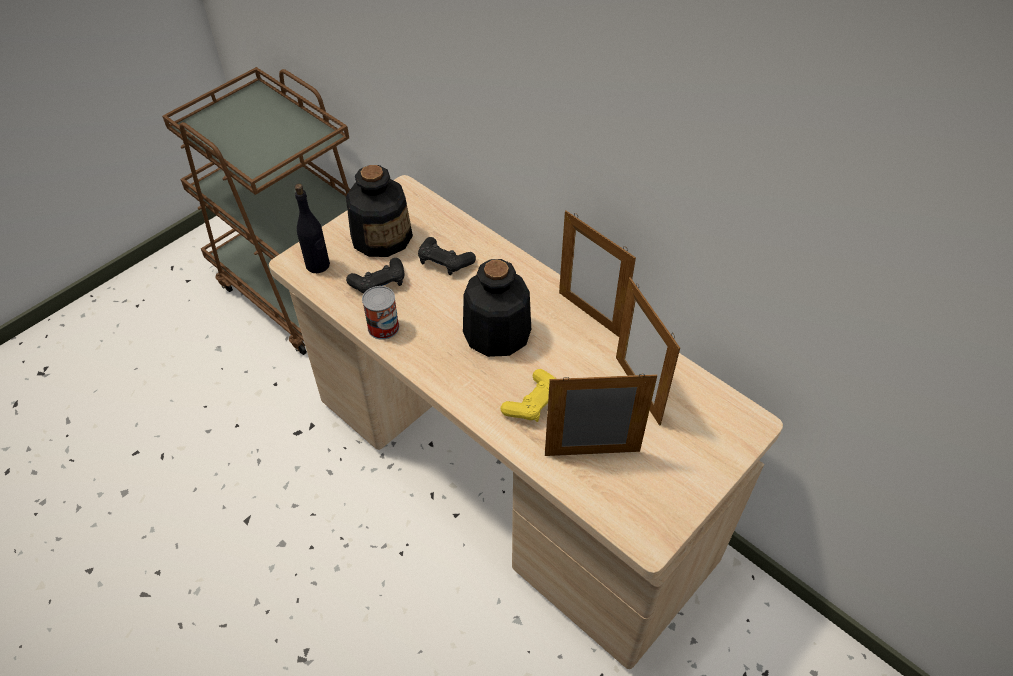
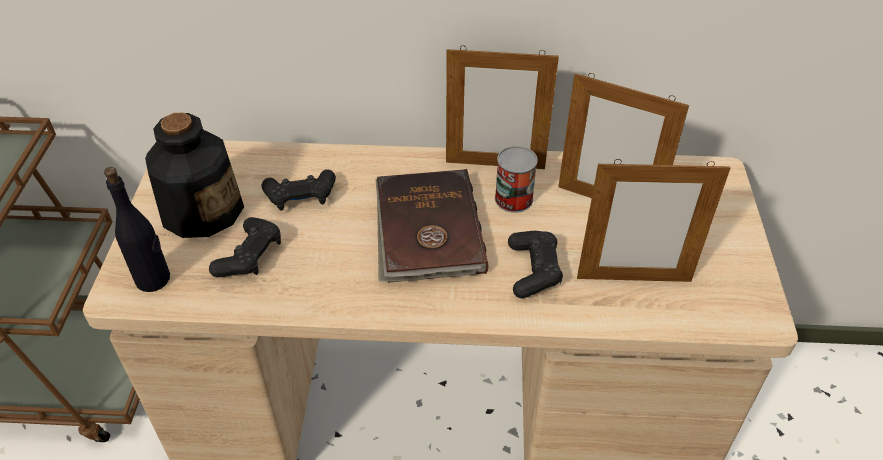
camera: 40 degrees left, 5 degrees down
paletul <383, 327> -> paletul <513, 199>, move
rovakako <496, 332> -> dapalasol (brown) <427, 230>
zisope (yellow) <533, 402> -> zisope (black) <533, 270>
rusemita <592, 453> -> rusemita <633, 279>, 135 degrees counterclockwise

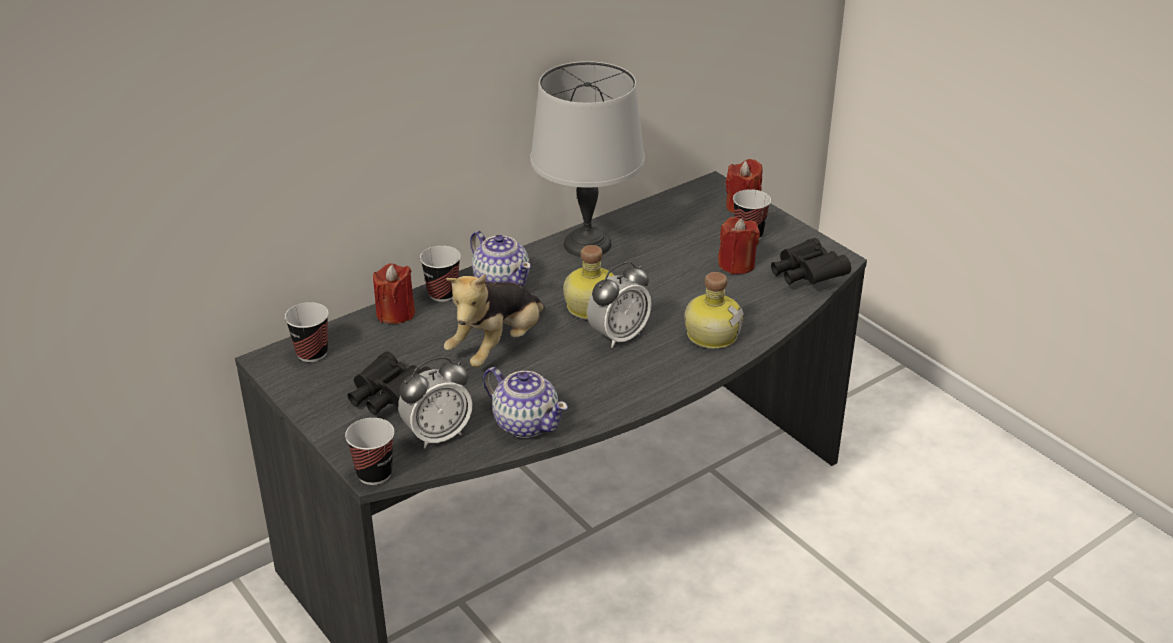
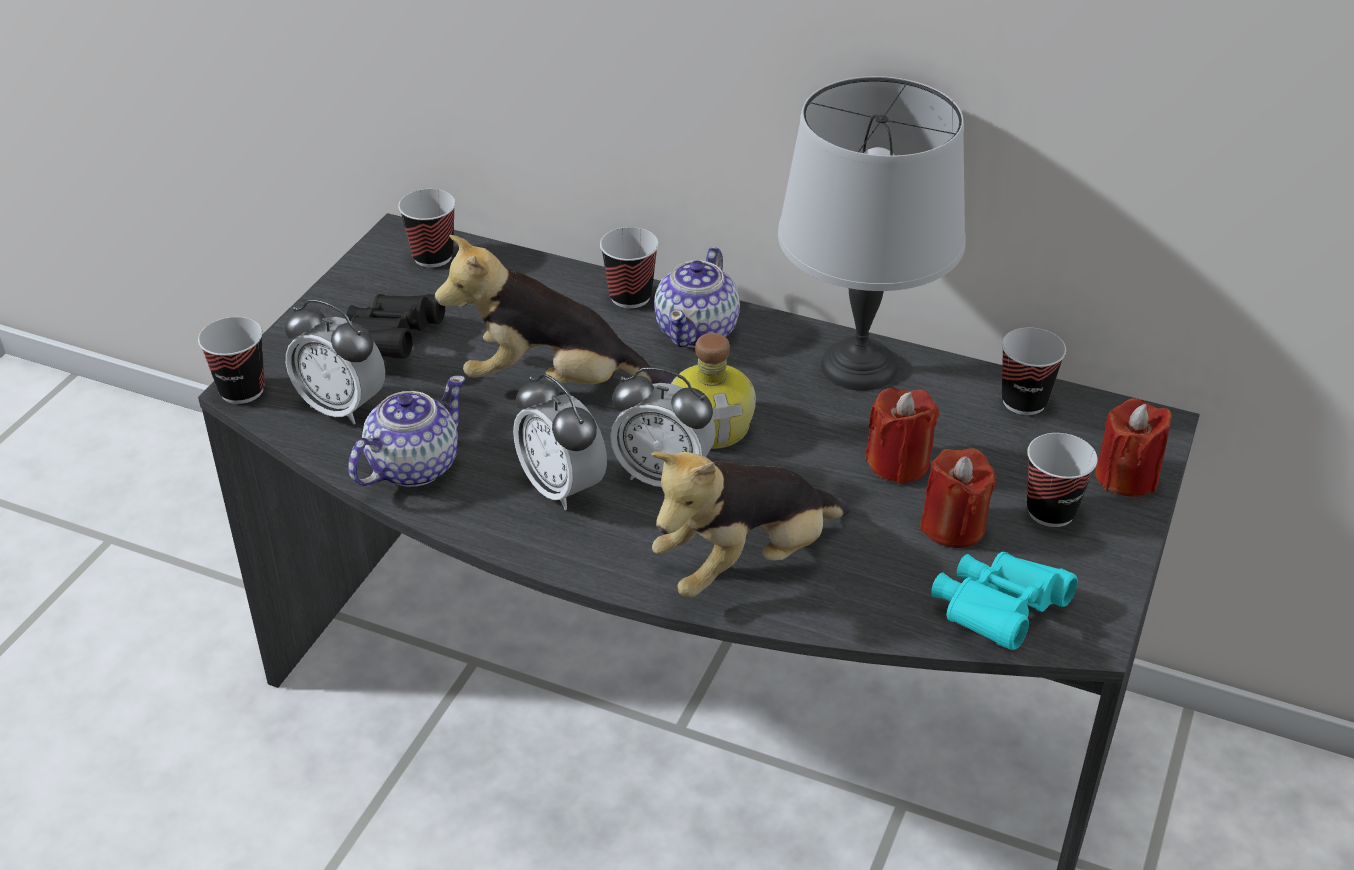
camera: 60 degrees right, 5 degrees up
none -> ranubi <562, 488>
none -> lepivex <1024, 401>
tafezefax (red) <395, 313> -> tafezefax (red) <898, 463>, move
rovakako <711, 334> -> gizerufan <745, 563>
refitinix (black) <806, 276> -> refitinix (turquoise) <997, 614>
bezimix <525, 423> -> bezimix <412, 466>, 150 degrees counterclockwise

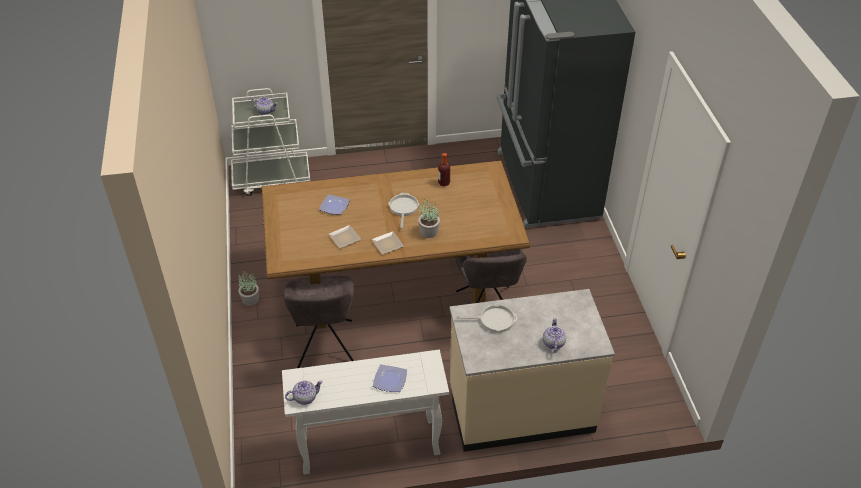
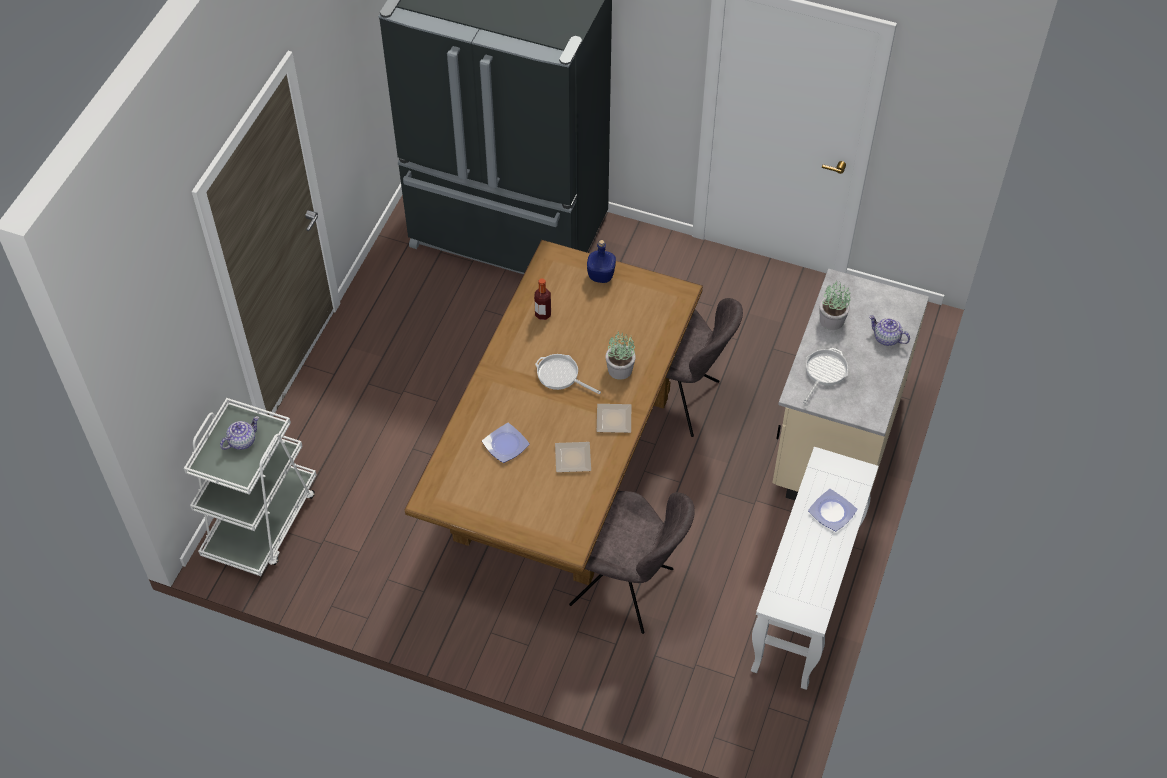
camera: 60 degrees left, 10 degrees up
bezimix <305, 397> -> none
none -> rovakako (blue) <601, 275>
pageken <250, 299> -> pageken <831, 320>, move

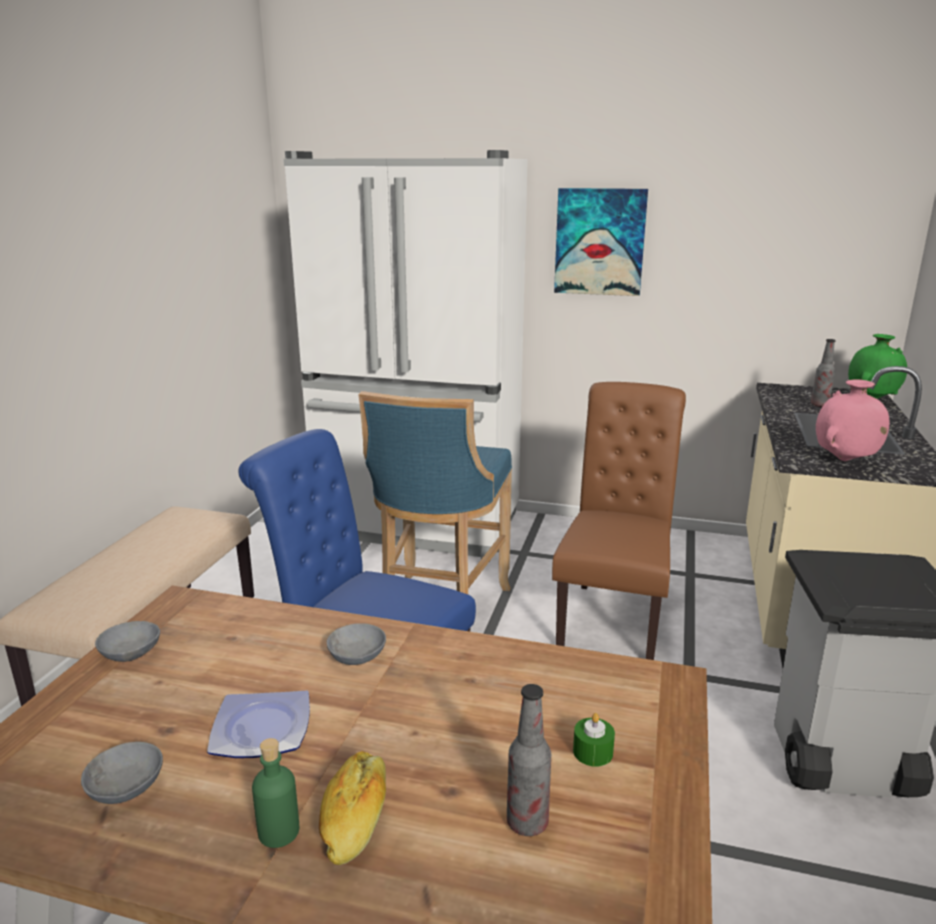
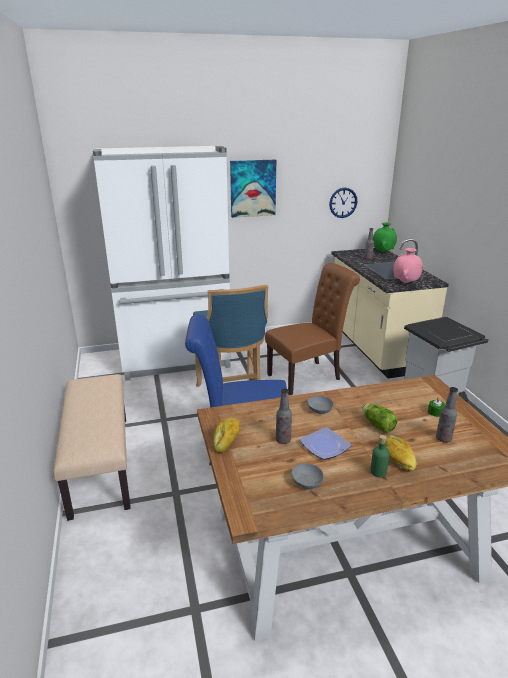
camera: 30 degrees left, 5 degrees up
none -> rovakako <283, 440>
none -> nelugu <343, 202>
none -> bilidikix <377, 424>
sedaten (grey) <131, 651> -> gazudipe <227, 440>
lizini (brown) <613, 616> -> lizini (brown) <308, 376>, 75 degrees clockwise

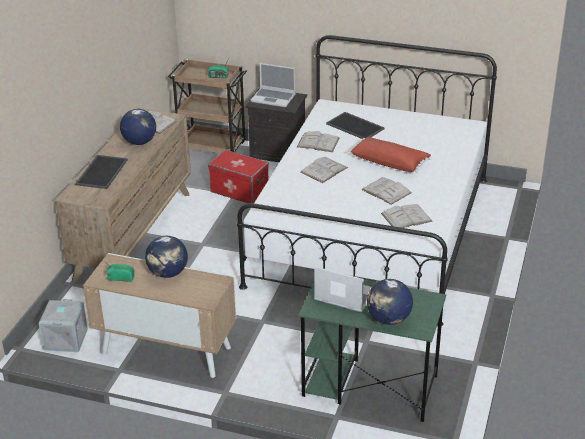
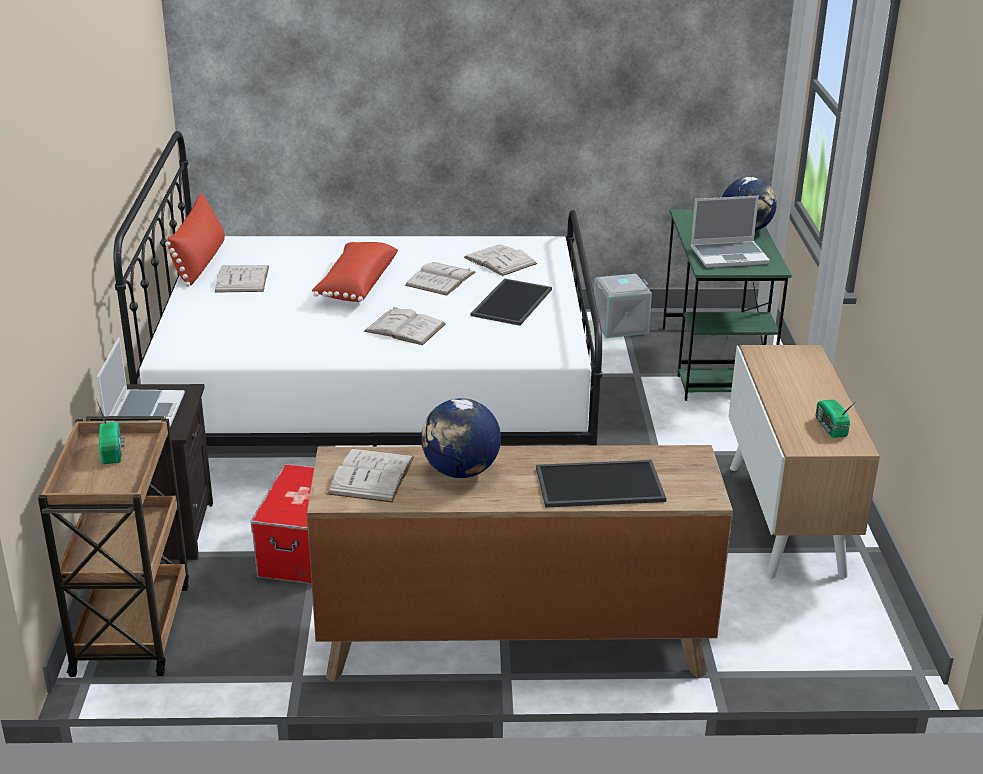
camera: 110 degrees left, 5 degrees down
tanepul <168, 273> -> none
none -> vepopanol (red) <200, 262>
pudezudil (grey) <65, 339> -> pudezudil (grey) <620, 326>, move
dapalasol (white) <318, 142> -> dapalasol (white) <242, 279>, move
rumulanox <356, 126> -> rumulanox <511, 302>, move
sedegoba <344, 296> -> sedegoba <729, 255>, 105 degrees counterclockwise

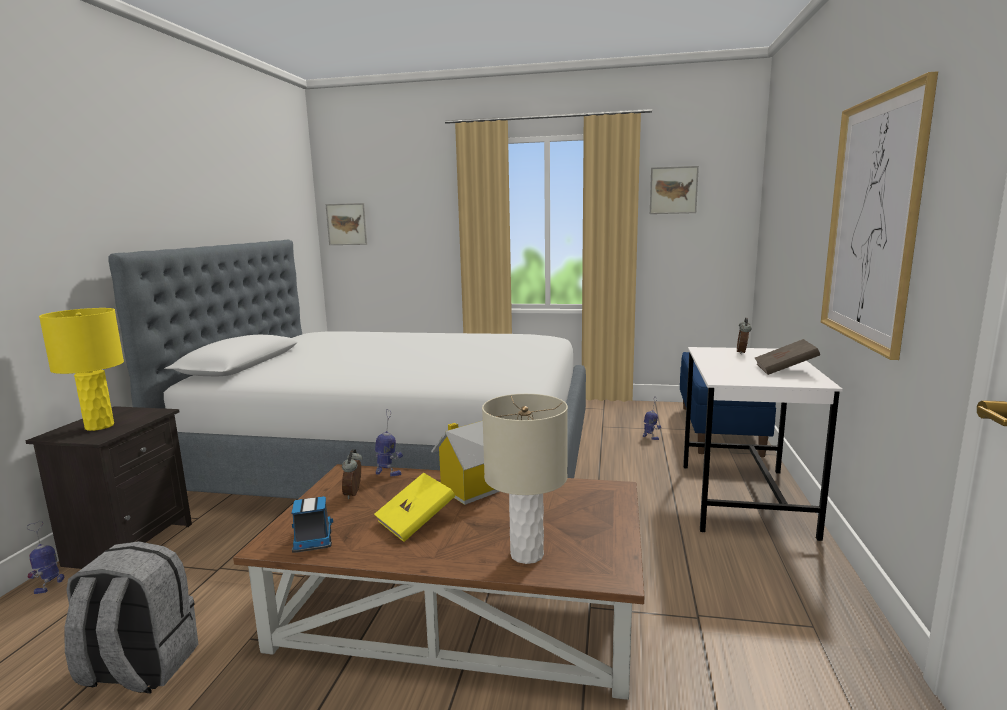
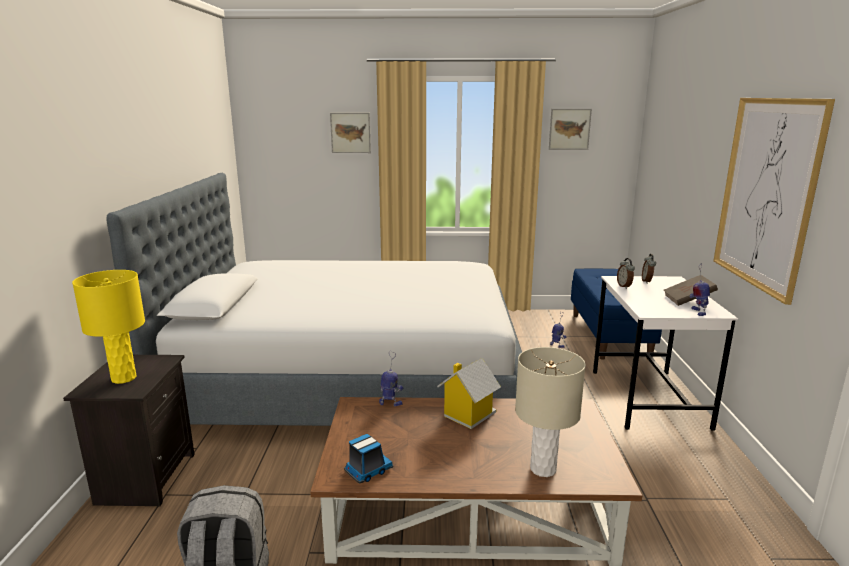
camera: 10 degrees left, 5 degrees up
dapalasol (yellow) <415, 522> -> none
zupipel <50, 585> -> zupipel <697, 312>, move
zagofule <346, 224> -> zagofule <350, 132>, move
ranubi <354, 494> -> ranubi <624, 286>, move
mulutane <313, 540> -> mulutane <368, 471>, 75 degrees clockwise

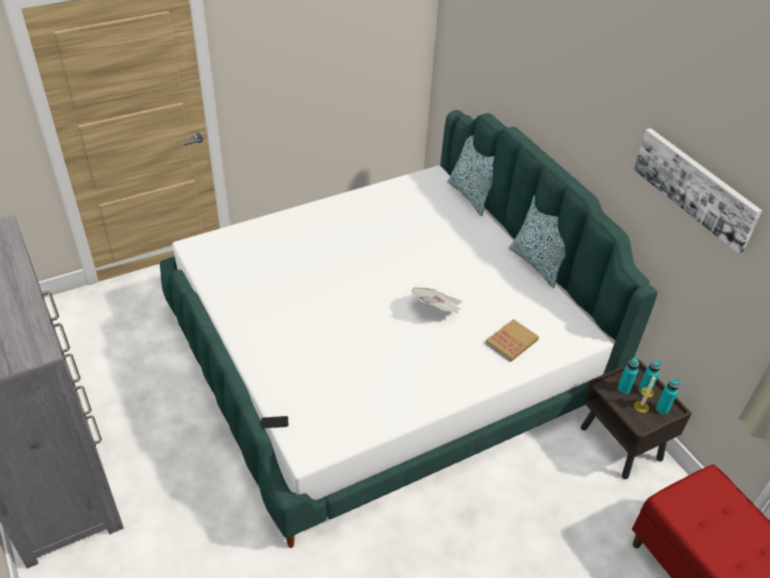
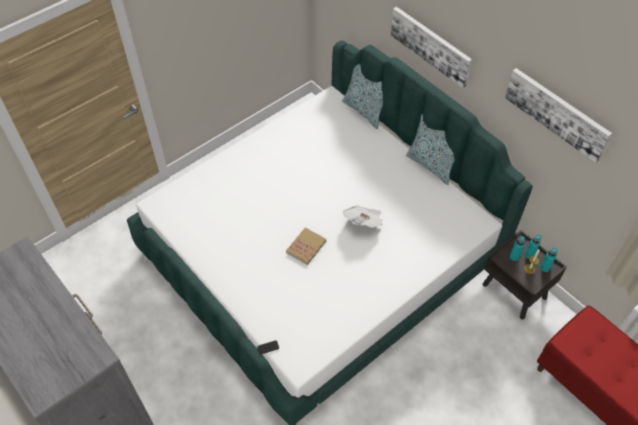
camera: 10 degrees left, 10 degrees up
none -> zagofule <431, 45>
dapalasol <511, 342> -> dapalasol <306, 247>, move

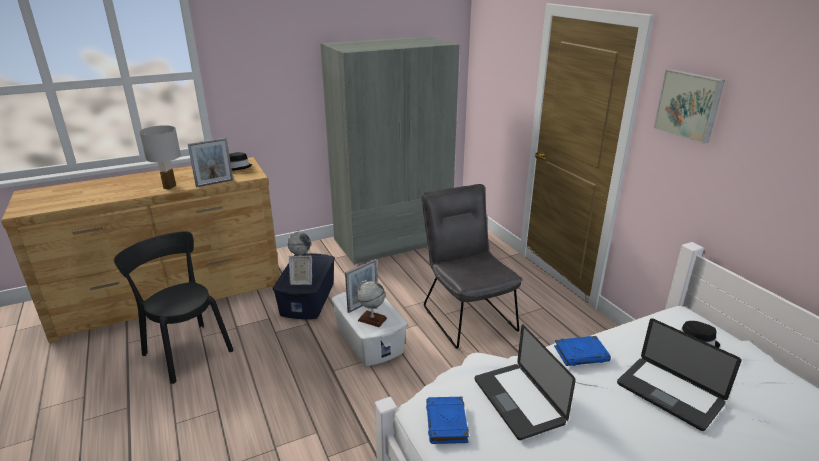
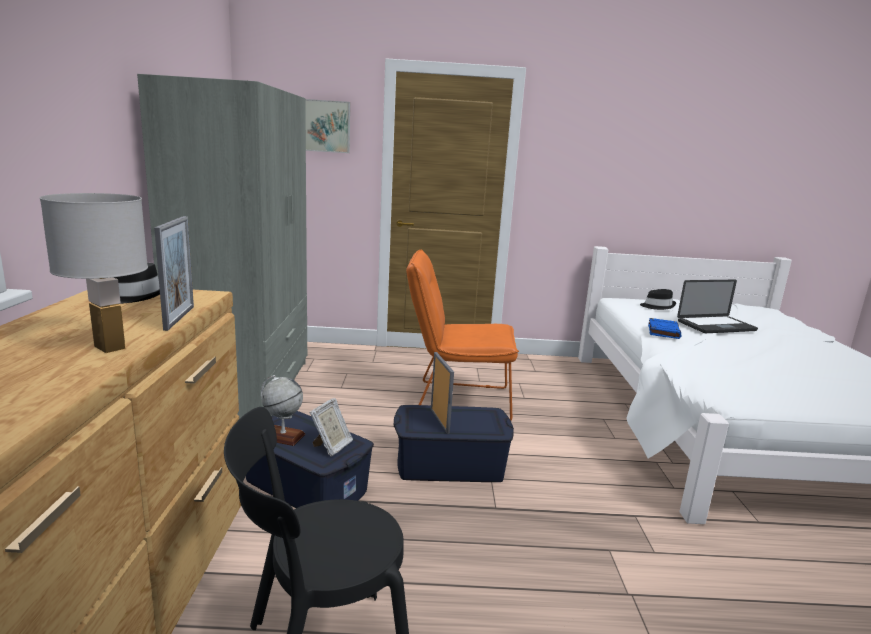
camera: 65 degrees left, 10 degrees down
tanepul <372, 319> -> none
dapalasol (blue) <447, 423> -> none
sedegoba <518, 401> -> none
zagofule <689, 105> -> zagofule <325, 126>, move
pudezudil (white) <369, 338> -> pudezudil (blue) <449, 464>
lizini (grey) <466, 315> -> lizini (orange) <455, 400>

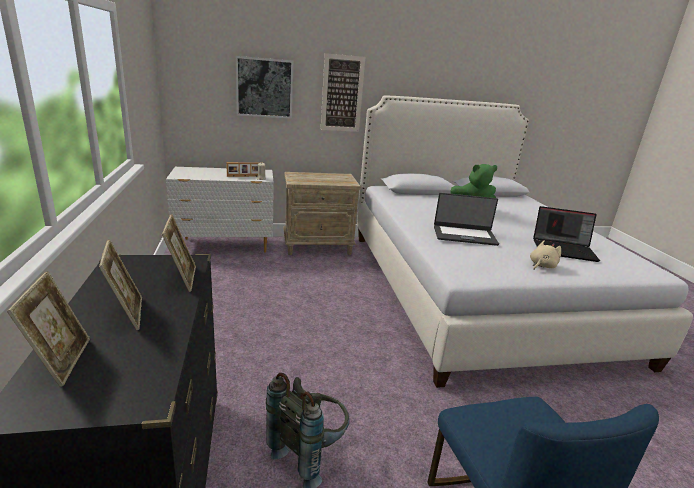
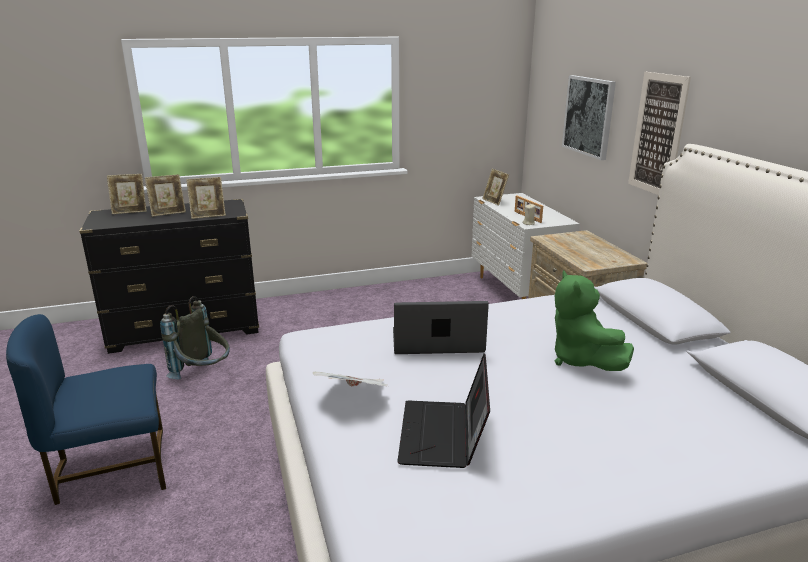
camera: 85 degrees right, 0 degrees up
none -> rusemita <494, 201>
gizerufan (beige) <541, 266> -> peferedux <355, 396>
sedegoba <464, 235> -> sedegoba <437, 342>, 90 degrees clockwise

